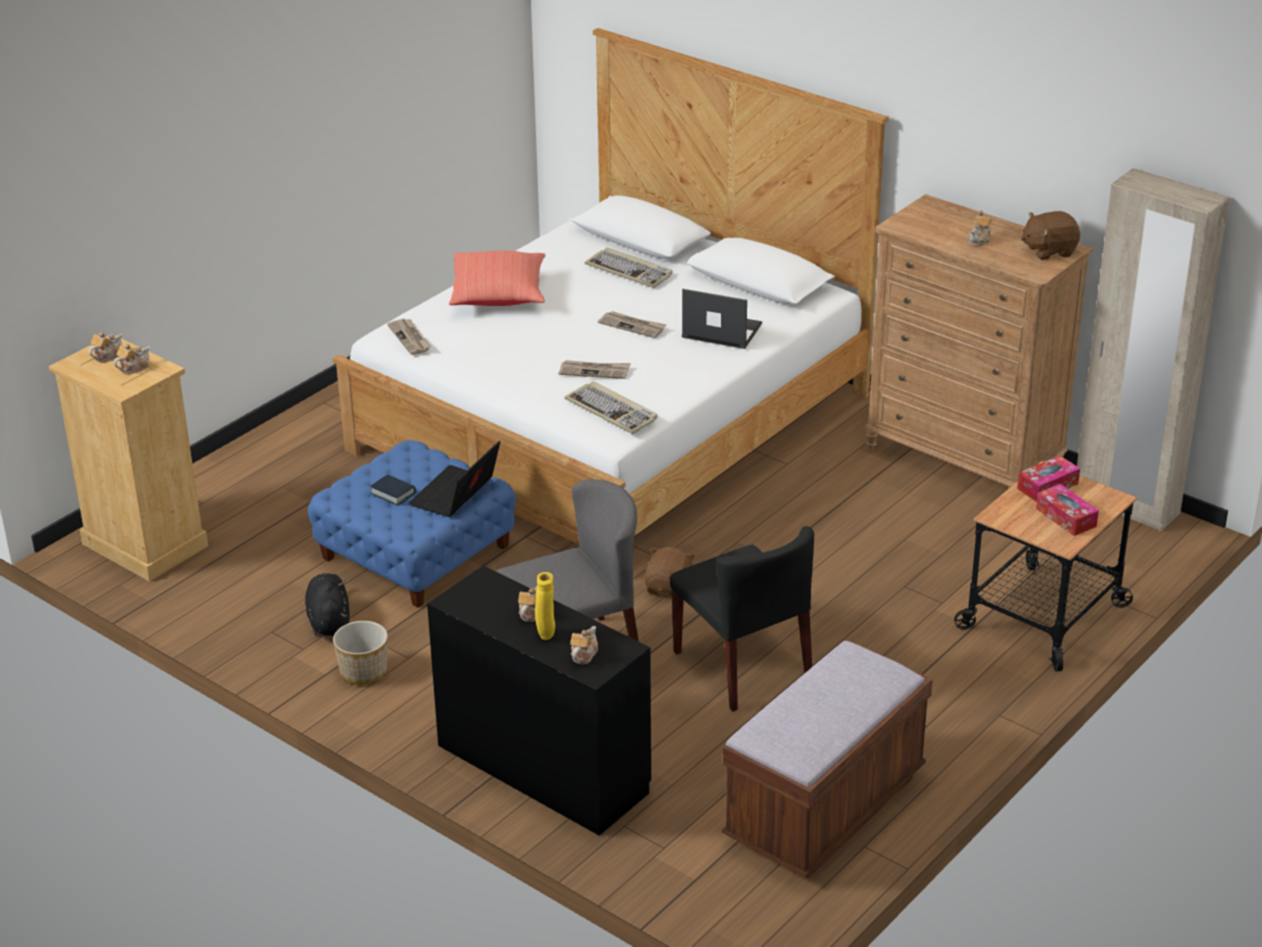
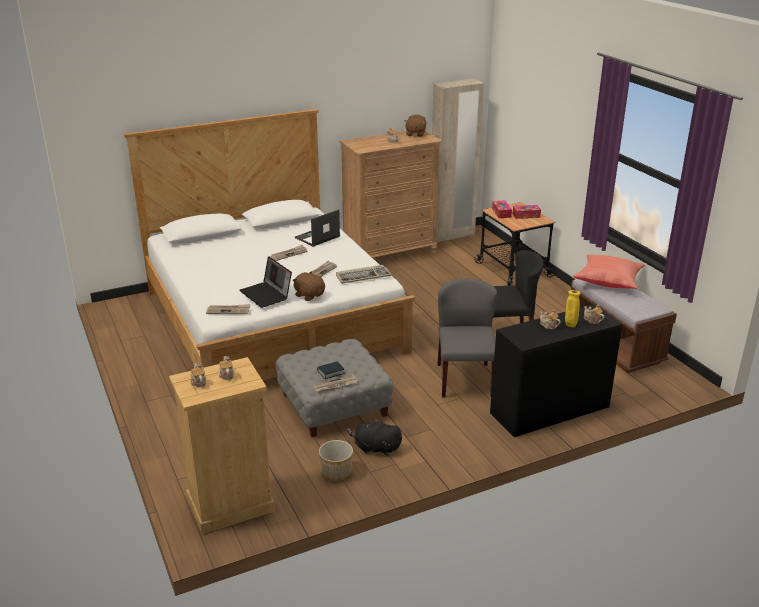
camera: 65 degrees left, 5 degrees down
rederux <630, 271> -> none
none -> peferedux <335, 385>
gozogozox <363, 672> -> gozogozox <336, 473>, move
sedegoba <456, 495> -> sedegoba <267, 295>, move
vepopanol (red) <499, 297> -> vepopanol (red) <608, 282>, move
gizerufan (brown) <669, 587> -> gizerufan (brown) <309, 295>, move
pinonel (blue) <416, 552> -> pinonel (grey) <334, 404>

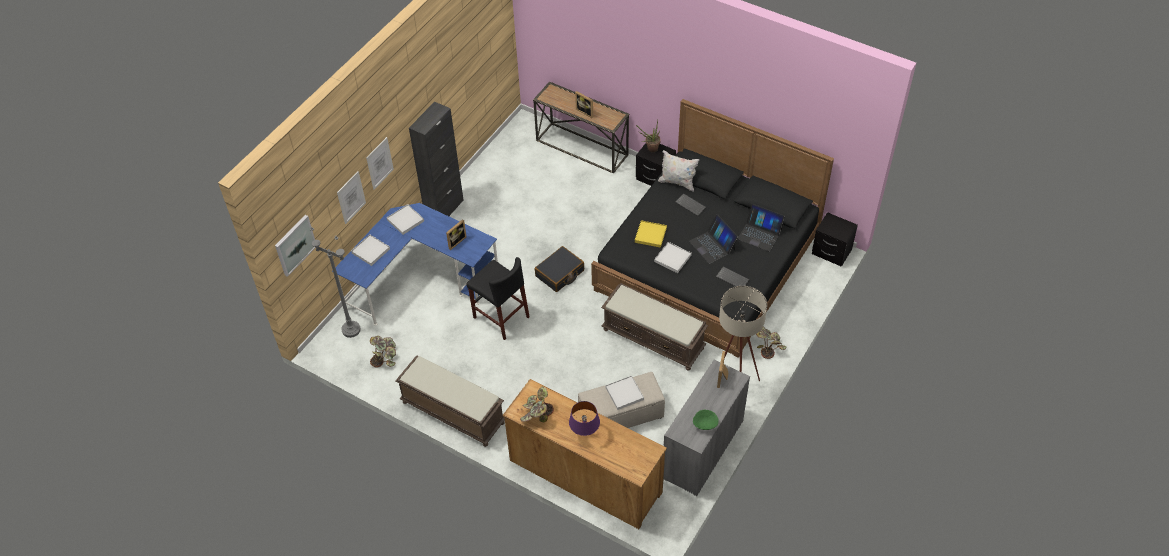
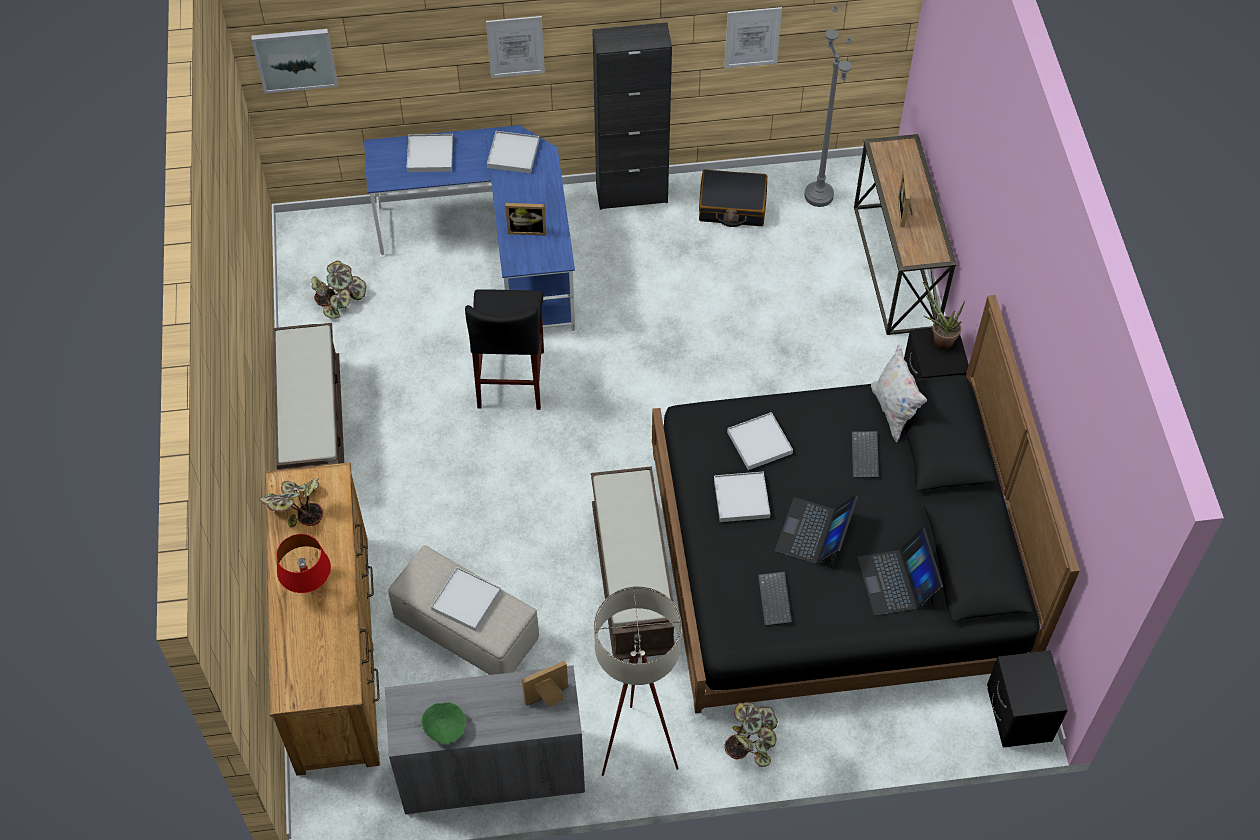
camera: 50 degrees right, 5 degrees up
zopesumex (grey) <351, 330> -> zopesumex (grey) <818, 195>, move
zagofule <351, 197> -> zagofule <752, 37>, move
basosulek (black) <560, 273> -> basosulek (black) <732, 206>, move
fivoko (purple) <584, 433> -> fivoko (red) <309, 586>
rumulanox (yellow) <650, 235> -> rumulanox (white) <759, 443>

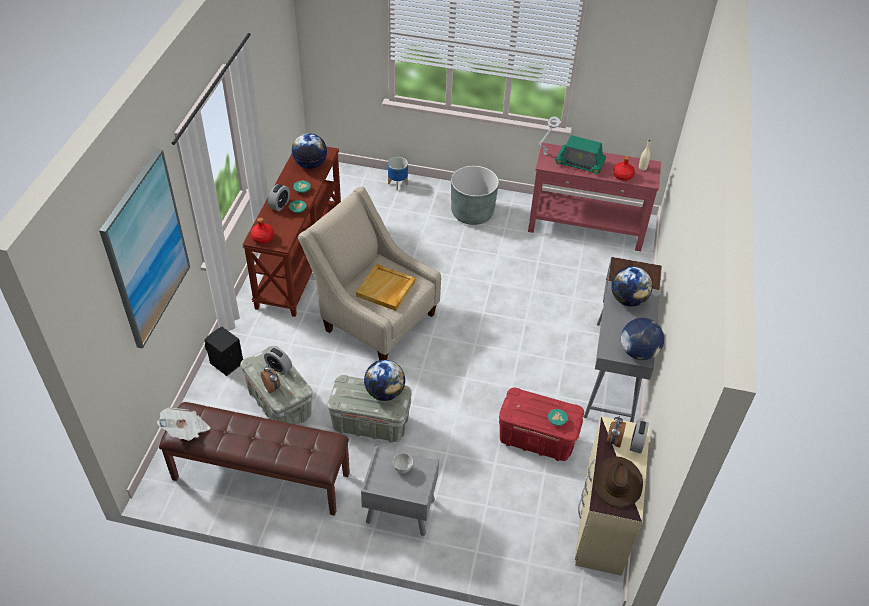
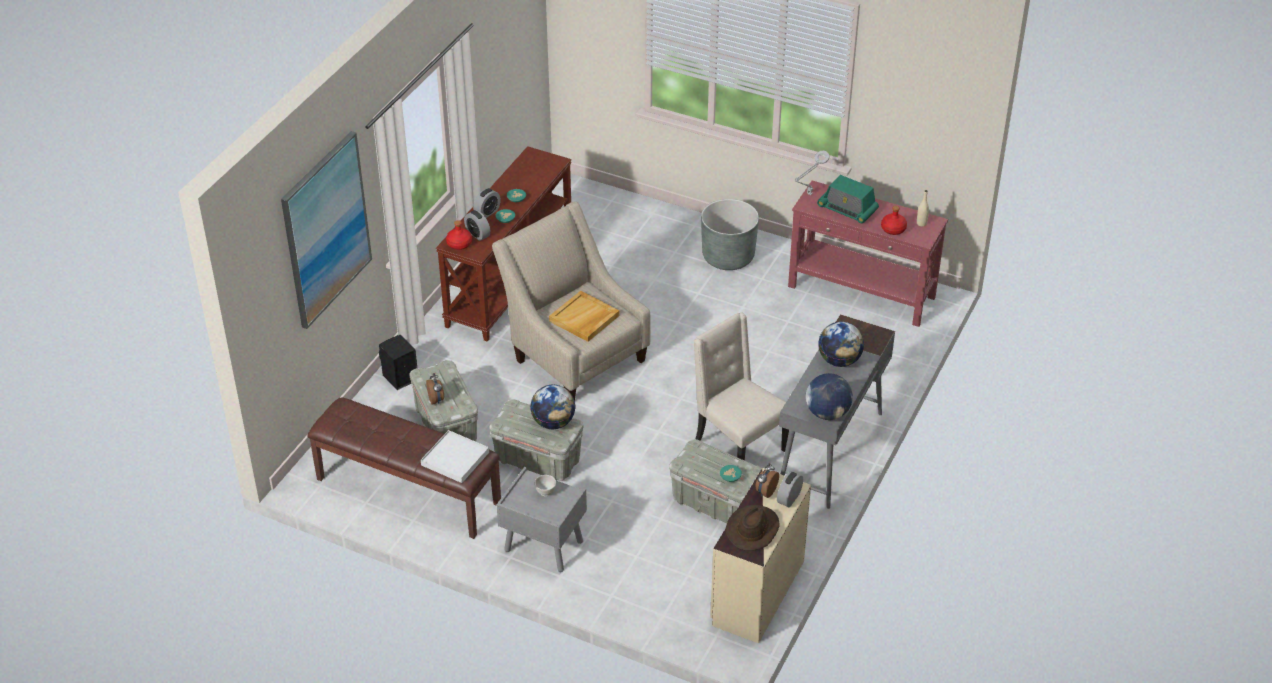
camera: 15 degrees right, 5 degrees down
peferedux <186, 430> -> none
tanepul <310, 164> -> none
gozogozox <398, 184> -> none
none -> rumulanox (white) <455, 459>
none -> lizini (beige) <737, 446>
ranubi <279, 368> -> ranubi <477, 234>, move
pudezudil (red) <536, 439> -> pudezudil (grey) <715, 503>

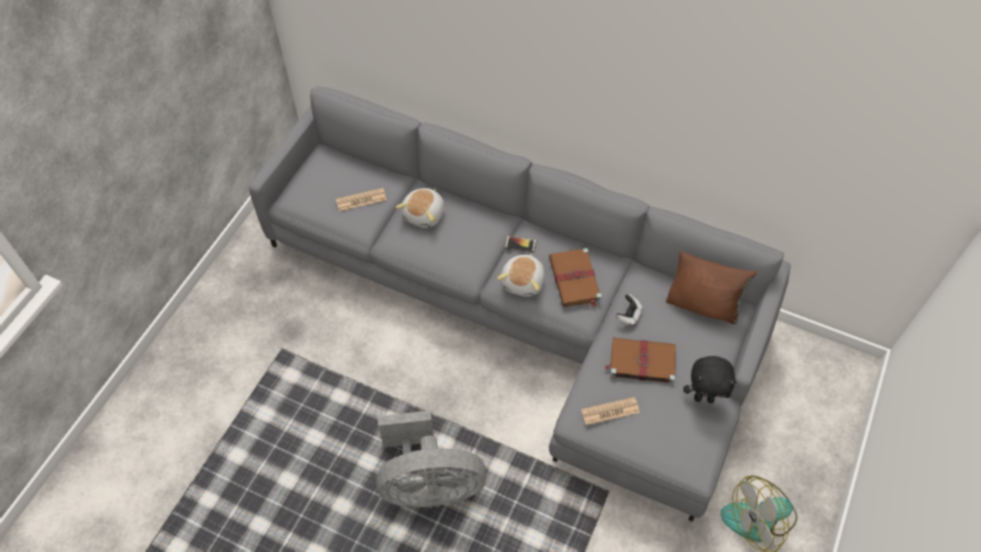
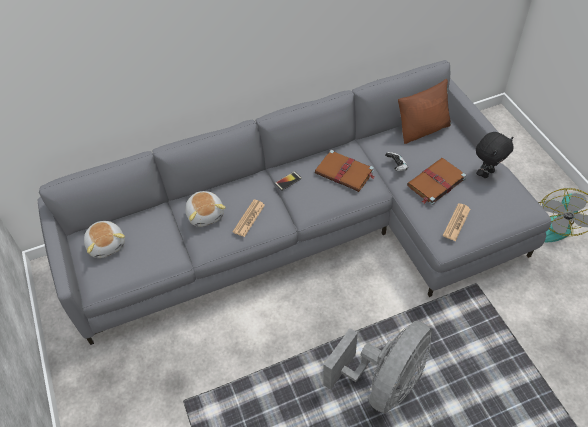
camera: 45 degrees left, 5 degrees down
peferedux <361, 200> -> peferedux <249, 218>, move
gizerufan <523, 282> -> gizerufan <107, 244>, move

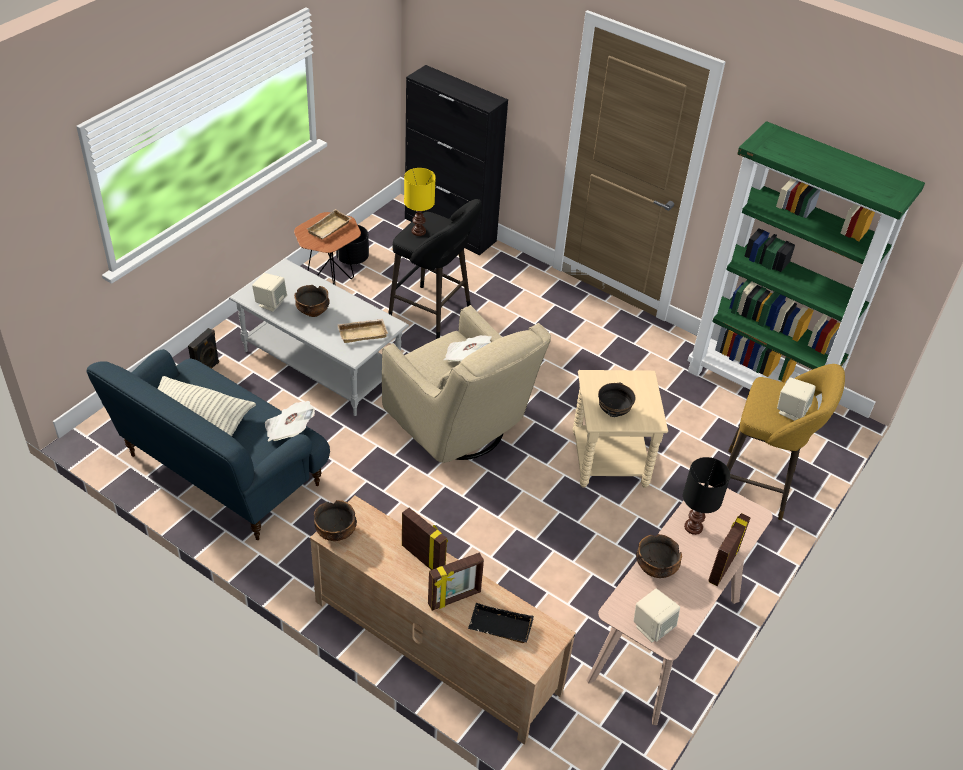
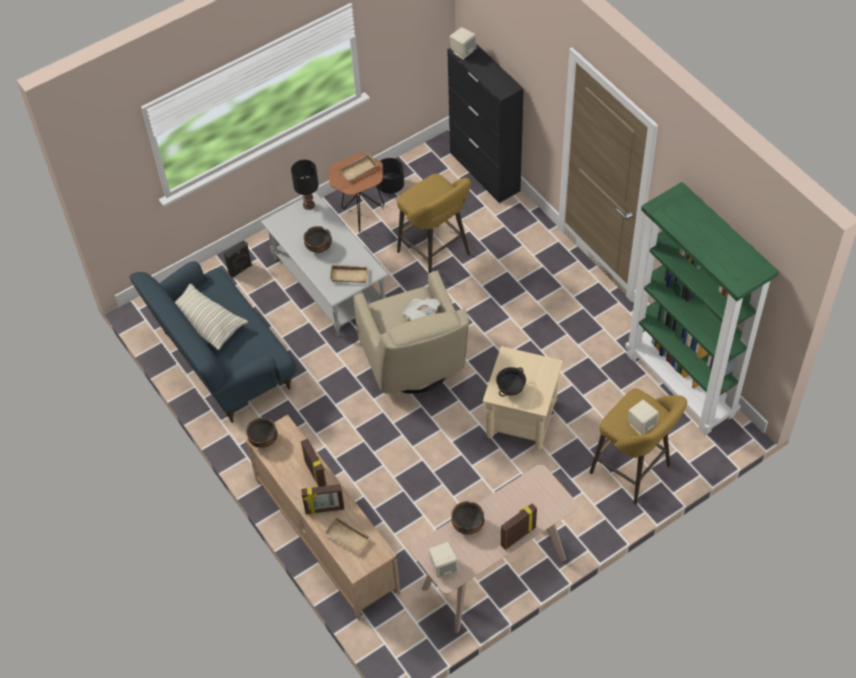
camera: 25 degrees right, 10 degrees up
peferedux <289, 430> -> none
fivoko (yellow) <419, 231> -> none
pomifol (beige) <270, 303> -> pomifol (beige) <463, 52>, move
fivoko (black) <692, 526> -> fivoko (black) <308, 204>, move
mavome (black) <434, 314> -> mavome (yellow) <436, 255>
rumulanox (black) <499, 628> -> rumulanox (beige) <346, 538>

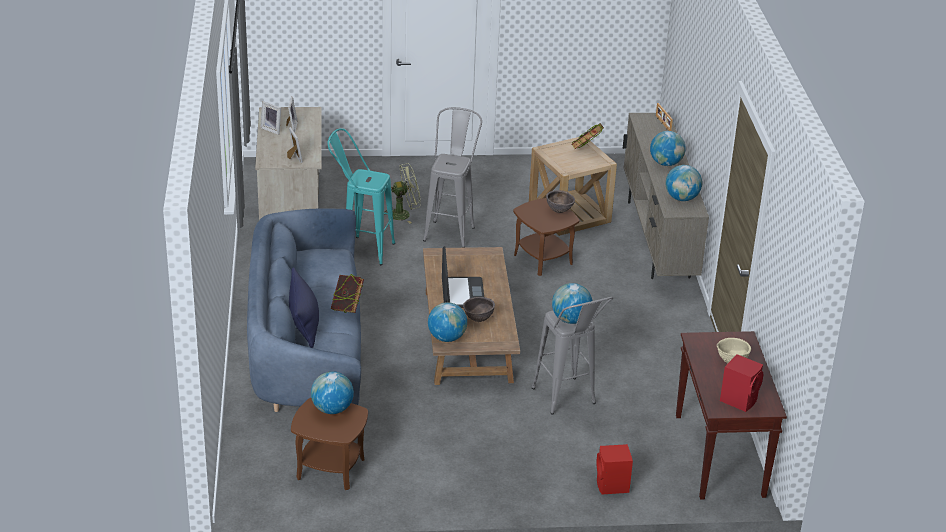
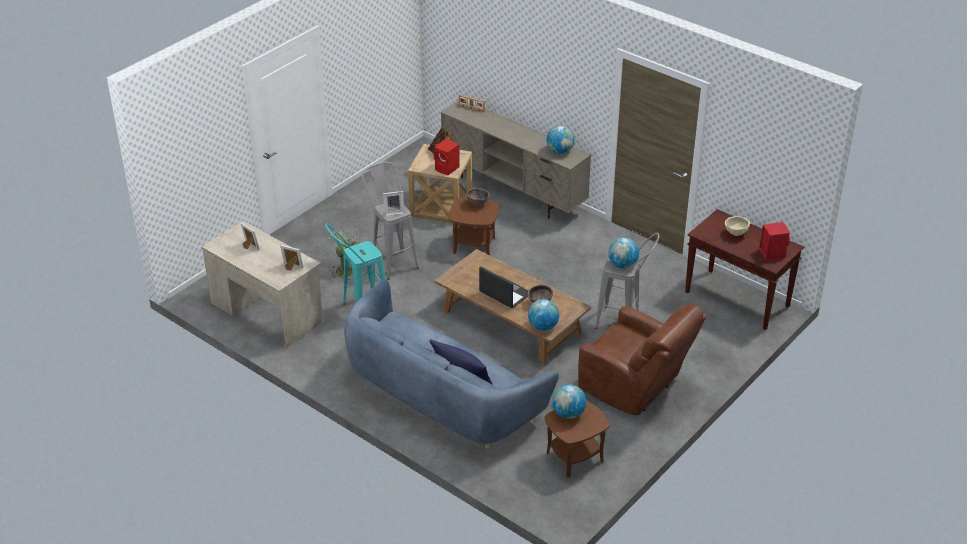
camera: 45 degrees left, 5 degrees up
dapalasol <347, 308> -> none
tanepul <666, 163> -> none
none -> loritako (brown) <635, 388>
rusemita <272, 129> -> rusemita <393, 212>, move
pomifol (red) <612, 486> -> pomifol (red) <447, 169>, move

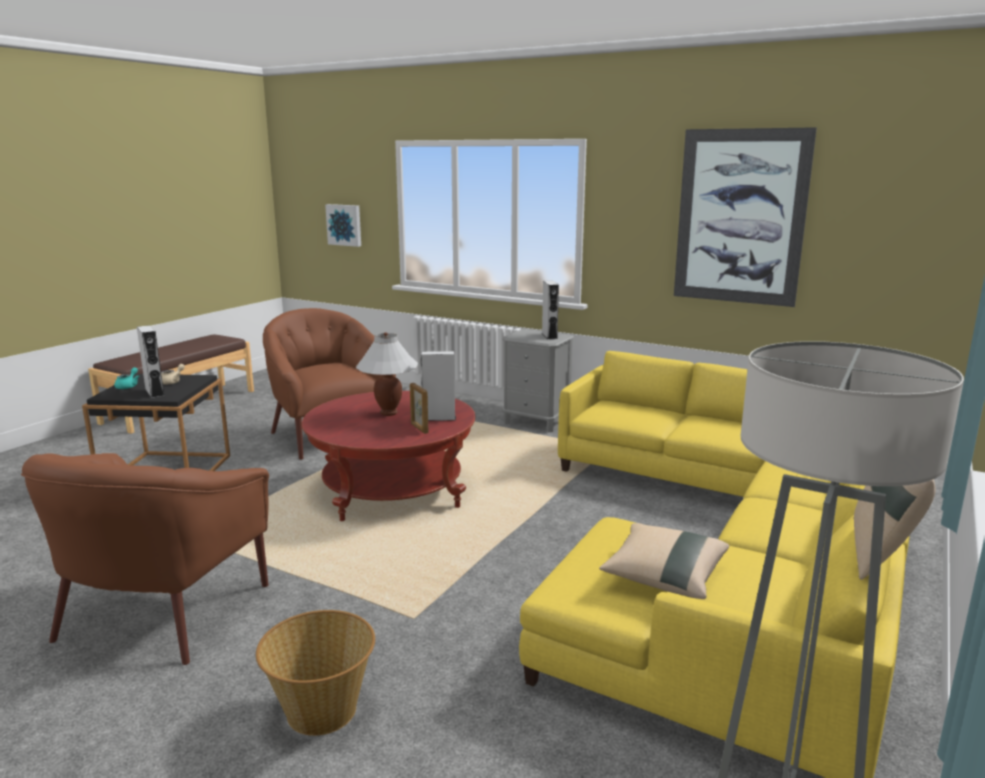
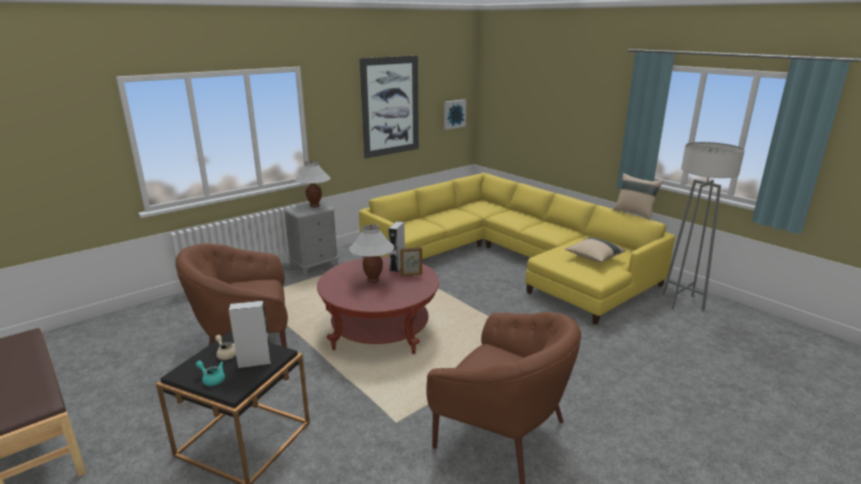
camera: 70 degrees left, 5 degrees up
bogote <321, 711> -> none
zagofule <344, 225> -> zagofule <454, 114>, move
pomifol (grey) <549, 336> -> fivoko (white) <314, 205>

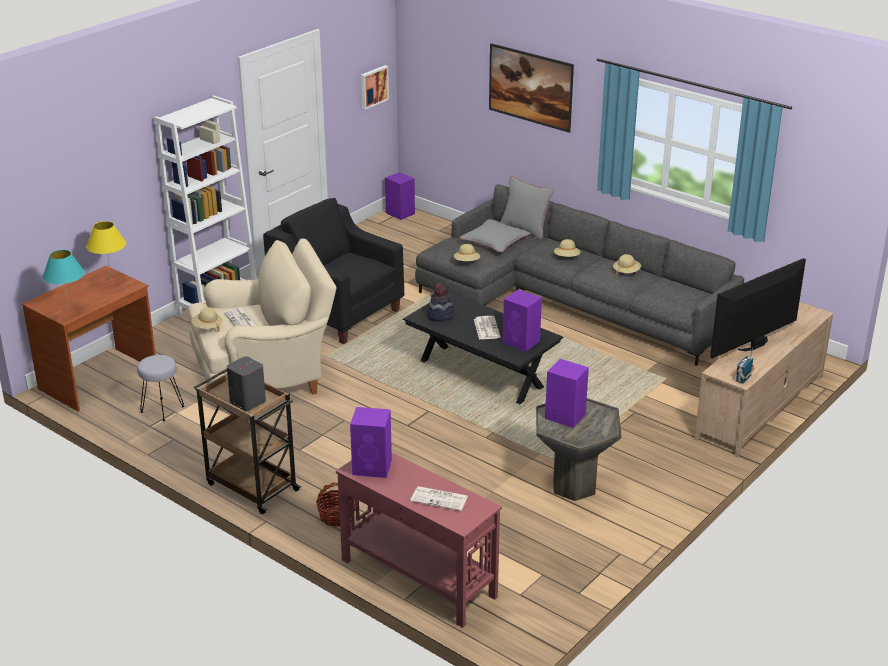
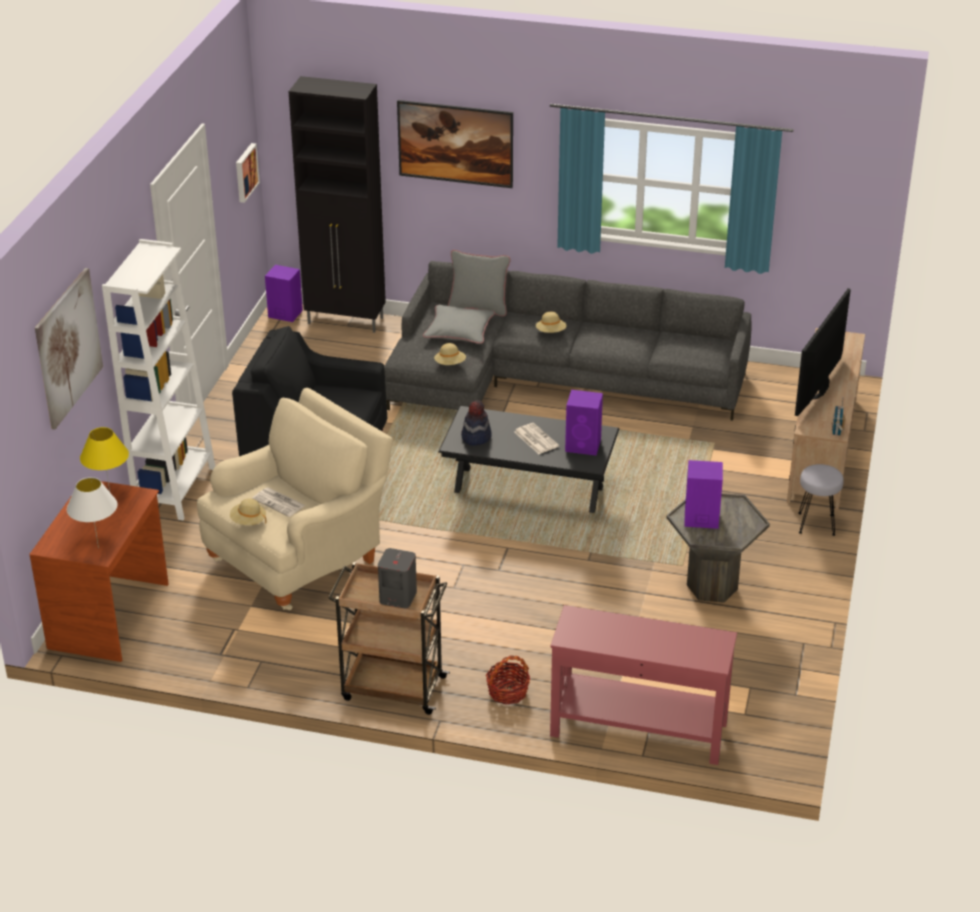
camera: 25 degrees left, 5 degrees up
pomifol (purple) <373, 467> -> none
peferedux <440, 499> -> none
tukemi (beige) <626, 272> -> none
none -> zagofule <68, 347>
none -> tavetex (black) <346, 321>
mavome (grey) <162, 410> -> mavome (grey) <816, 524>, move
fivoko (turquoise) <69, 311> -> fivoko (white) <98, 548>

